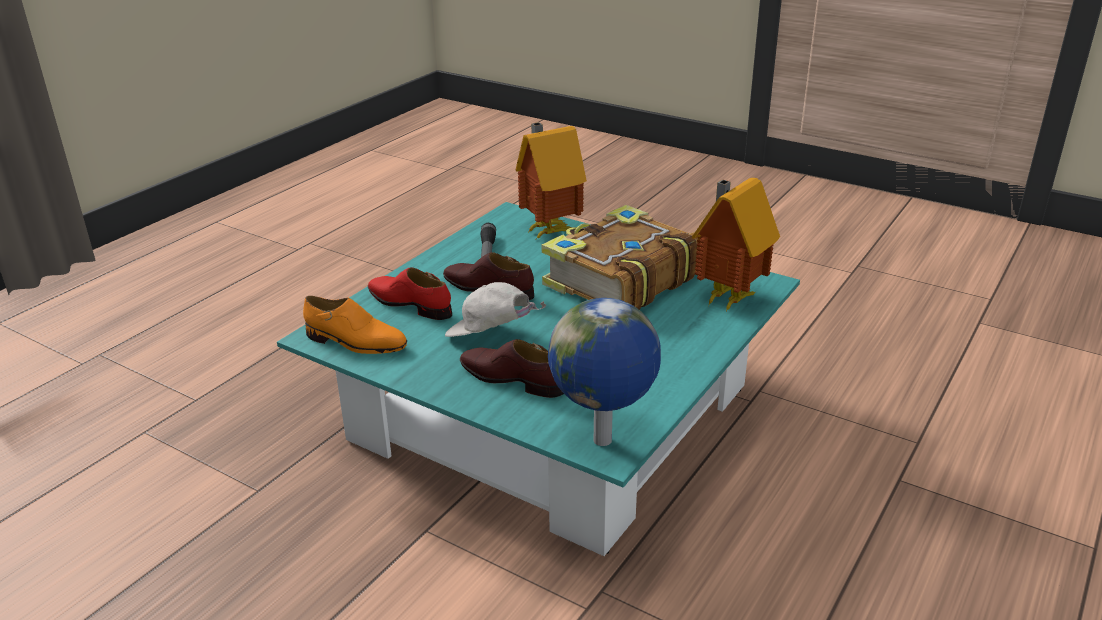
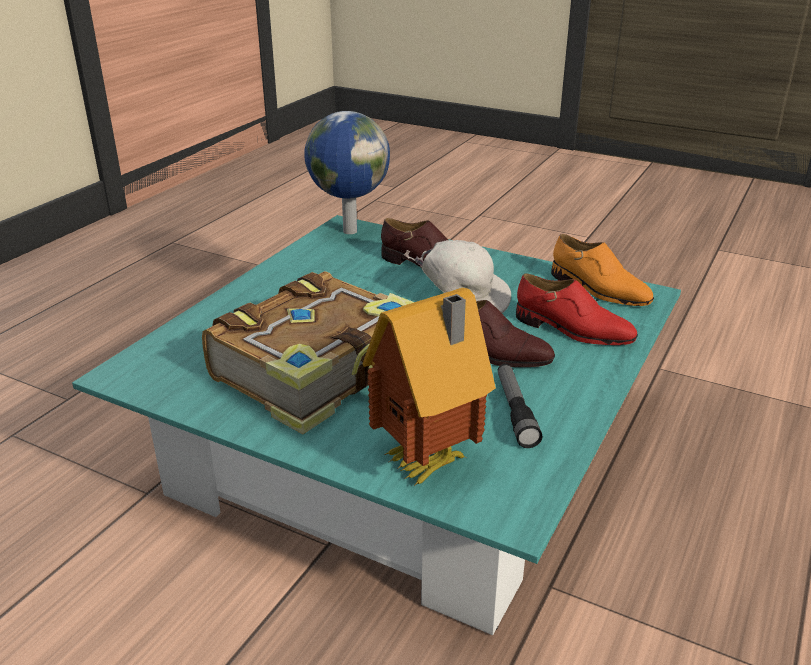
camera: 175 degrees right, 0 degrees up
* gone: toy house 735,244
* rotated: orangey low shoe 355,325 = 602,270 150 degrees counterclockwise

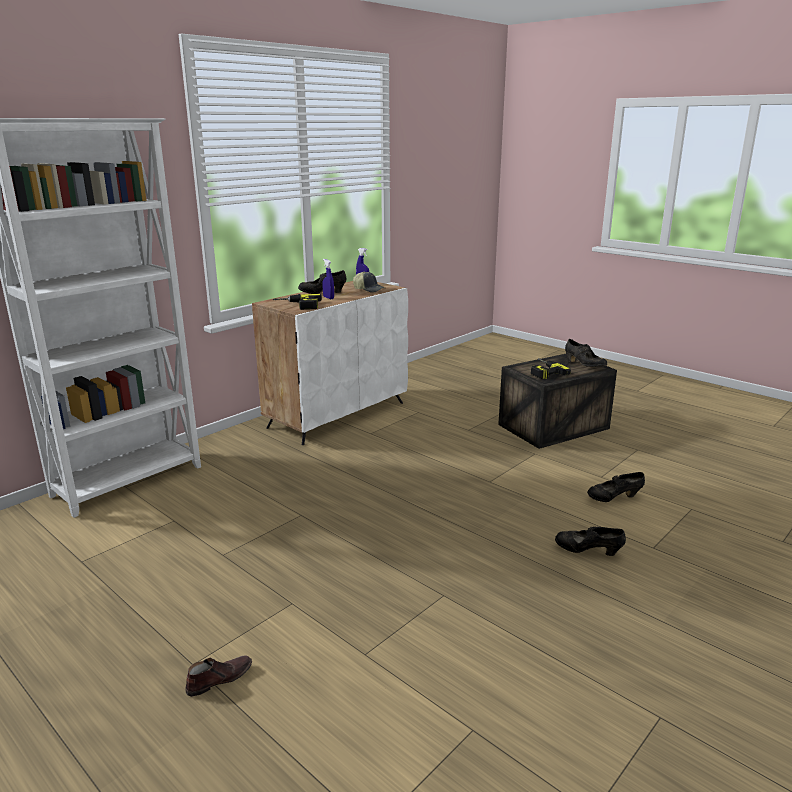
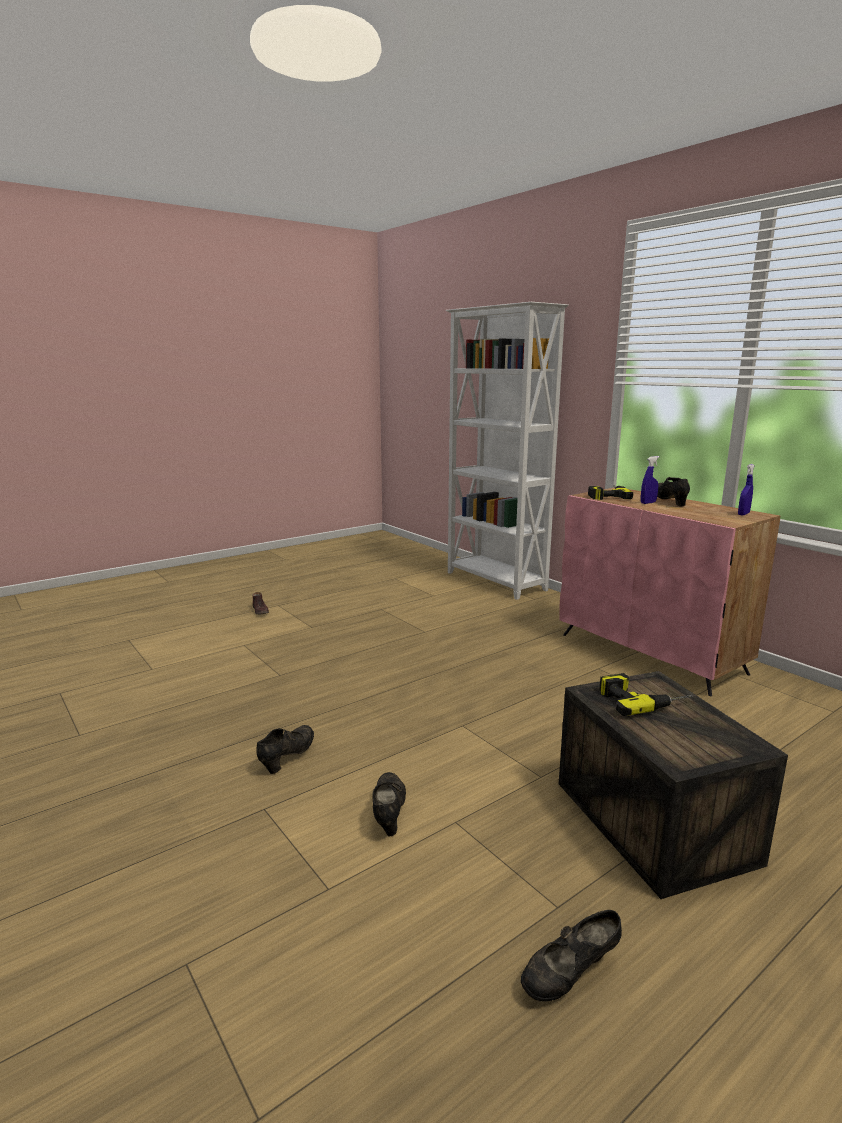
camera: 100 degrees right, 5 degrees down
* gone: baseball cap 369,282
* repainted: whitish storage cabinet 330,363 to pink storage cabinet 669,591
* shifted: black-coloured low shoe 586,353 to 571,956

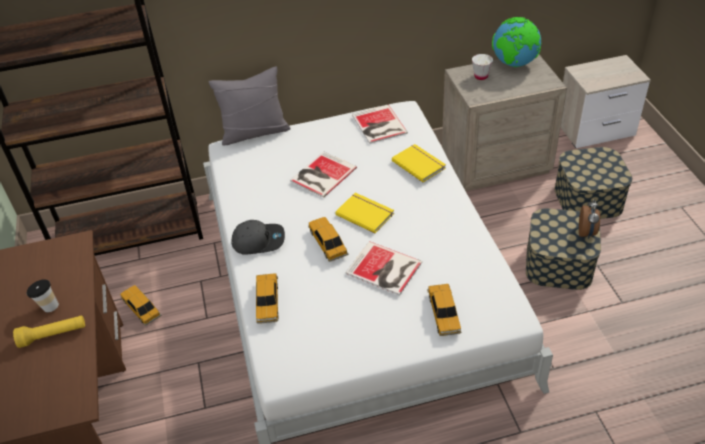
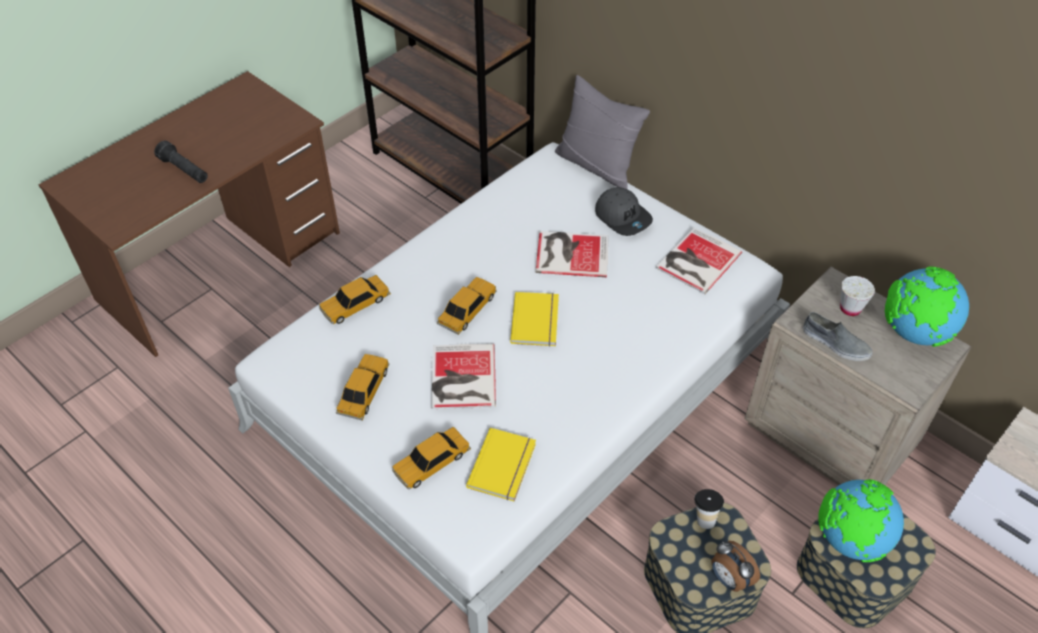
camera: 55 degrees right, 5 degrees up
* shifted: yellow-coloured volume 419,163 to 501,464
* rotated: alarm clock 589,219 = 735,566 75 degrees clockwise
* shifted: gray baseball cap 258,237 to 624,211
* shifted: small cup 43,296 to 709,509
* shifted: toy car 141,305 to 362,387
* repainted: yellow-coloured hand torch 49,331 to black-coloured hand torch 181,162
* new: gray low shoe 838,336
* new: world globe 861,520

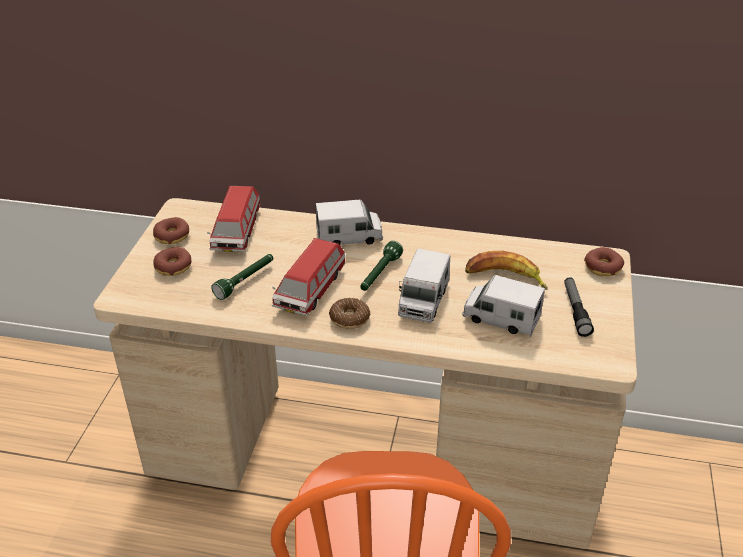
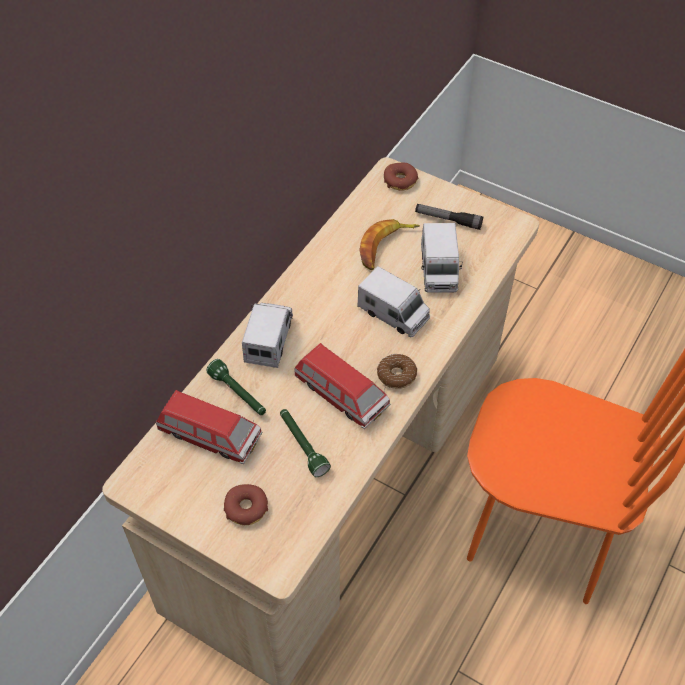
camera: 70 degrees left, 15 degrees up
* gone: donut 171,230
* shifted: green-coloured hand torch 381,266 to 236,387
* rotated: toy truck 503,306 = 441,258 45 degrees counterclockwise

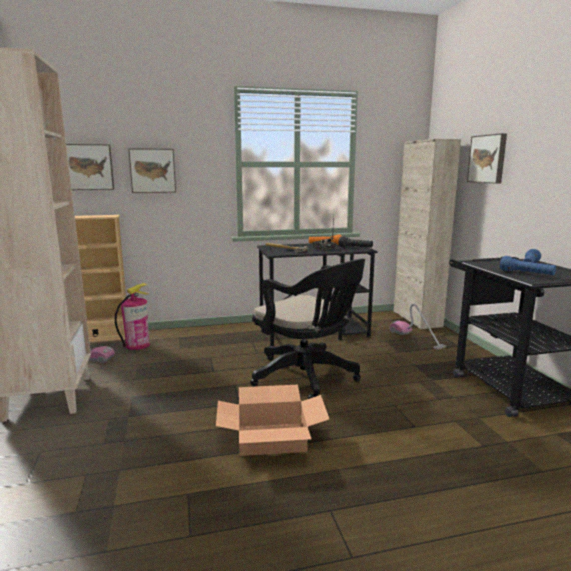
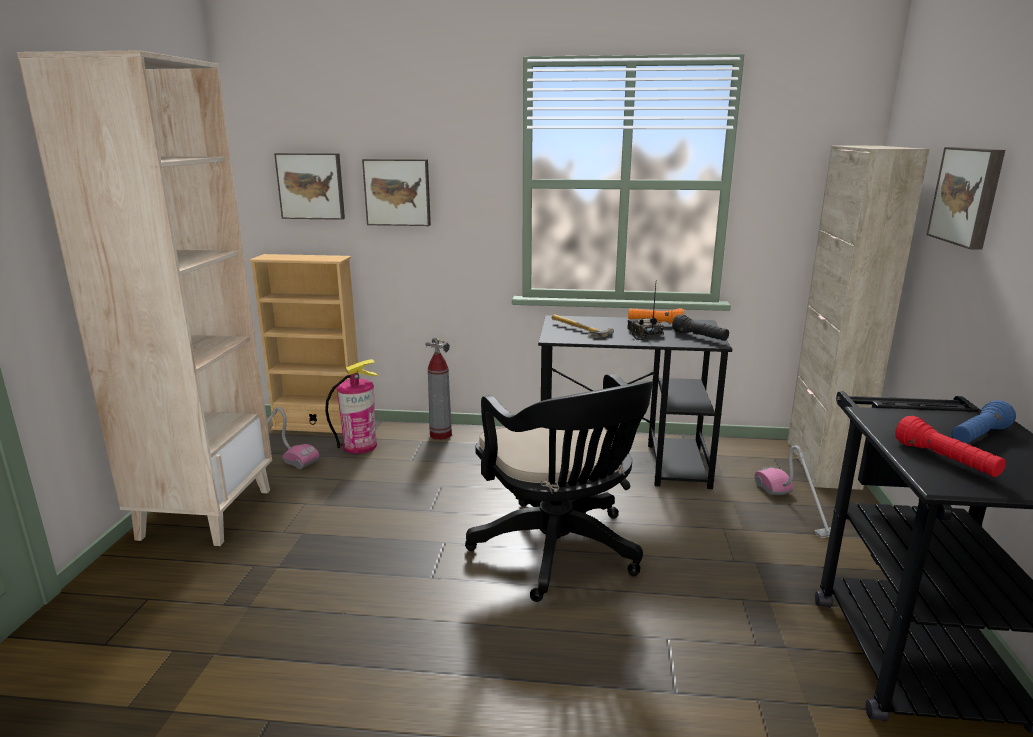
camera: 20 degrees right, 5 degrees up
* repainted: blue hand torch 528,265 to reddish hand torch 950,446
* gone: packing box 272,420
* new: fire-fighting cylinder 438,388

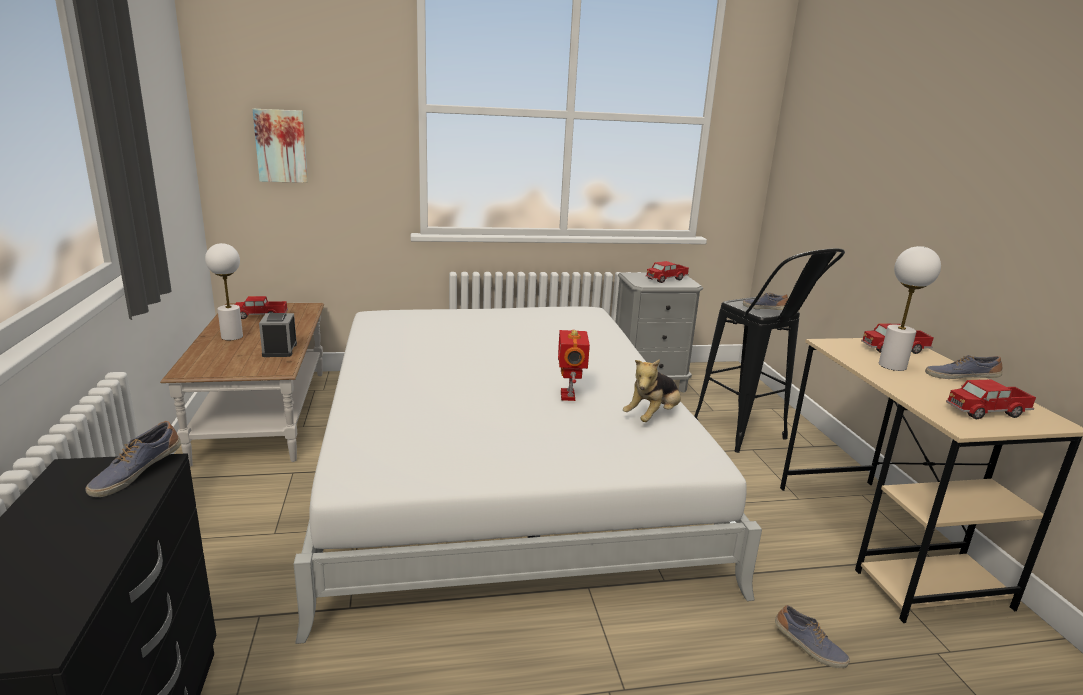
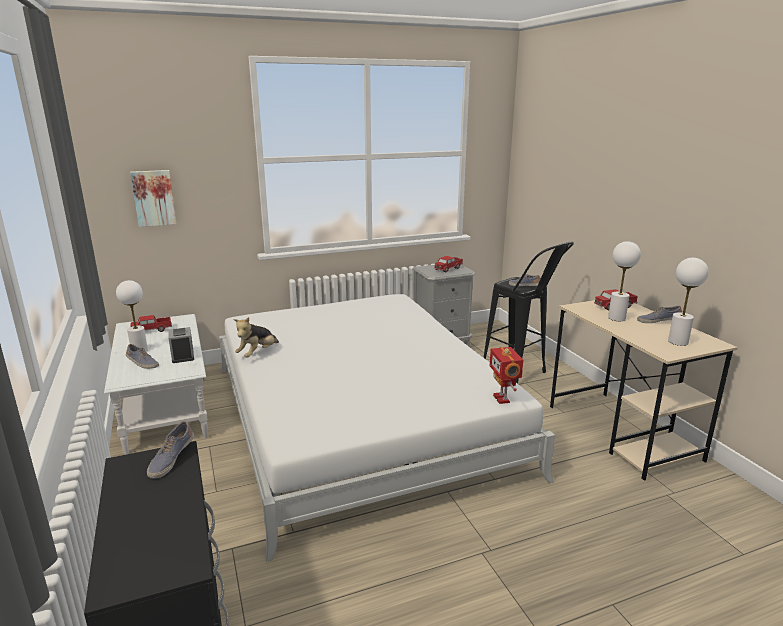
camera: 10 degrees left, 0 degrees up
* repainted: brown-coloured coffee table 242,385 to whitish coffee table 156,384
* shifted: toy robot 574,365 to 506,375
* shifted: soft toy 652,390 to 256,337
* swapped: toy truck 991,399 to whitish table lamp 688,302
* shifted: low shoe 812,636 to 142,356

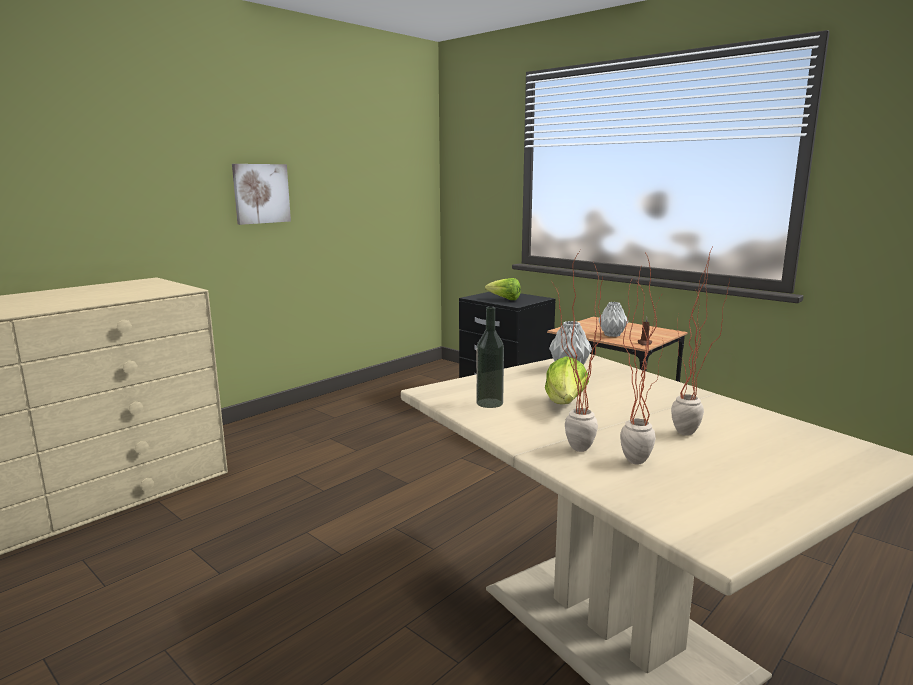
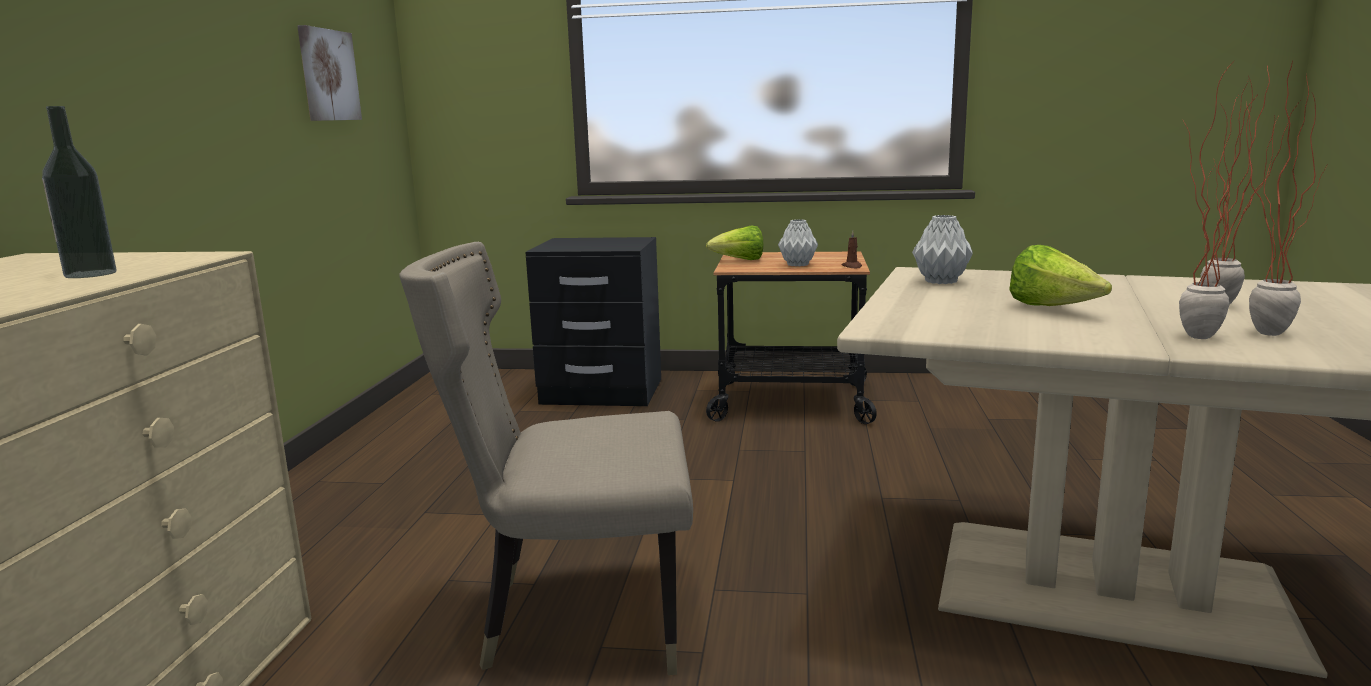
camera: 35 degrees left, 0 degrees up
* shifted: picture 261,194 to 329,73
* shifted: head of lettuce 503,289 to 734,242
* shifted: bottle 490,357 to 79,192
* new: beige-coloured chair 546,458

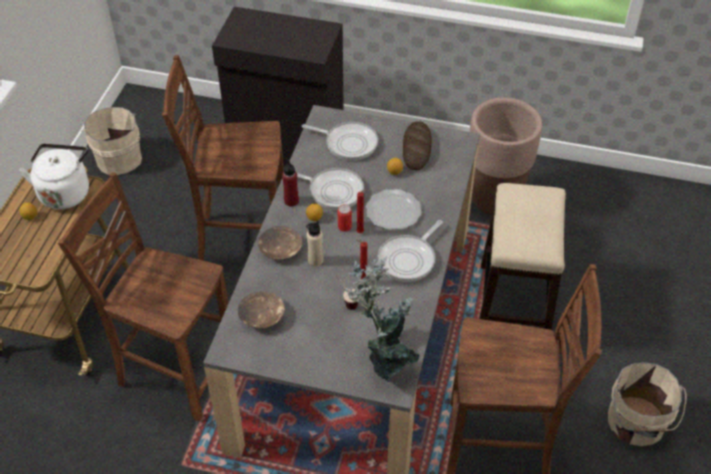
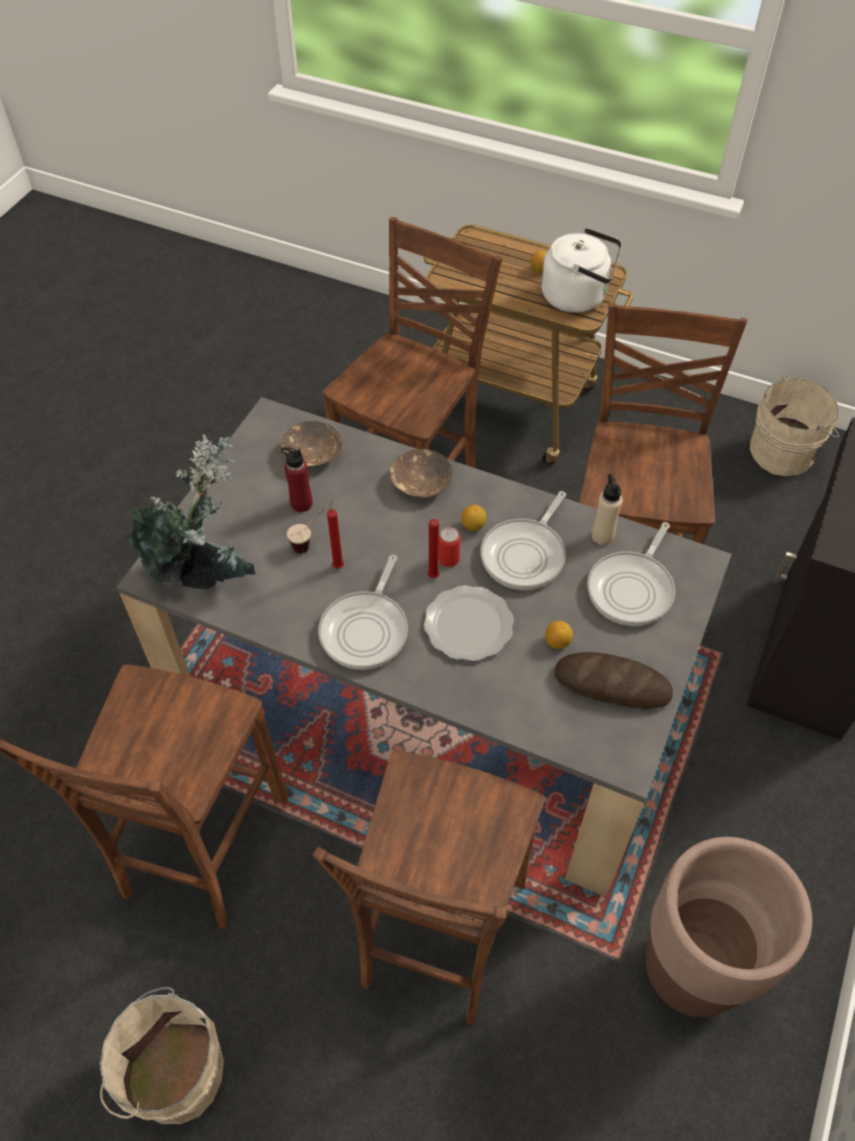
camera: 100 degrees right, 5 degrees up
* shifted: reddish bottle 290,183 to 296,479
* swapped: stool 522,256 to brown-coloured chair 429,887
* shifted: beige-coloured bottle 315,243 to 607,509
* rotated: pan 410,251 = 363,612 120 degrees counterclockwise

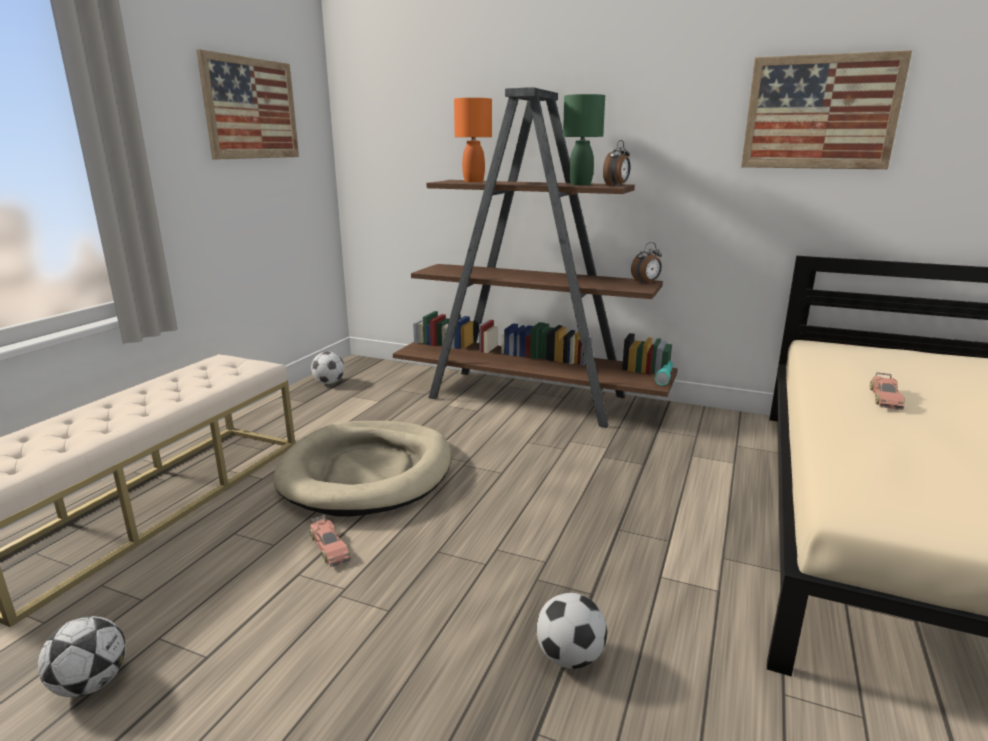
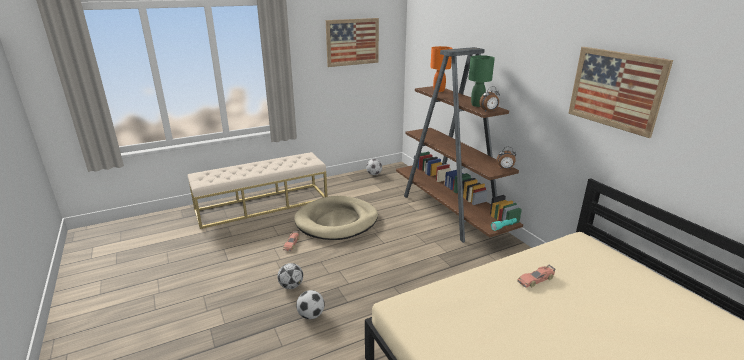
camera: 40 degrees right, 5 degrees up
* shifted: football 82,656 to 290,276

